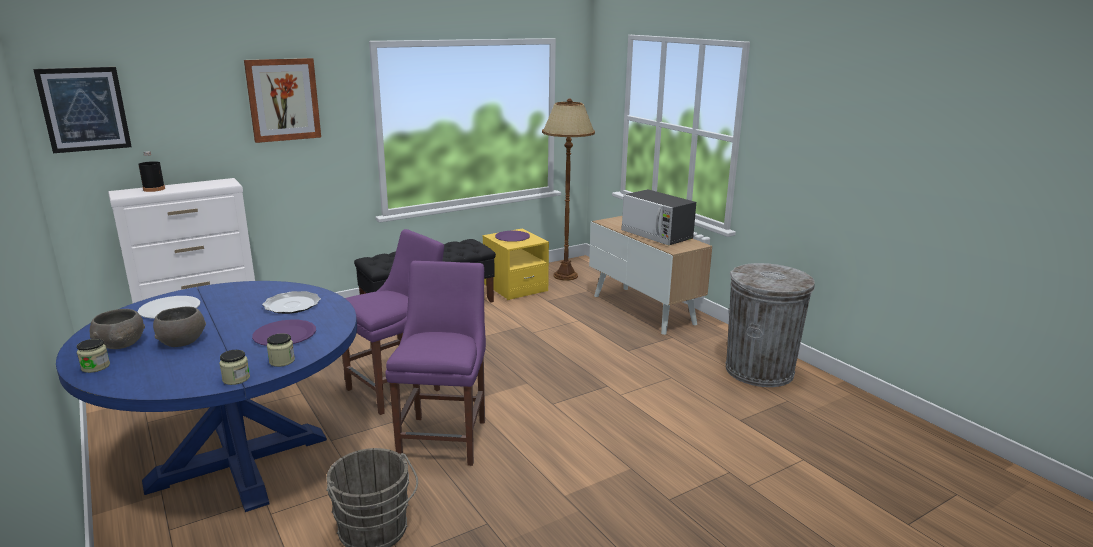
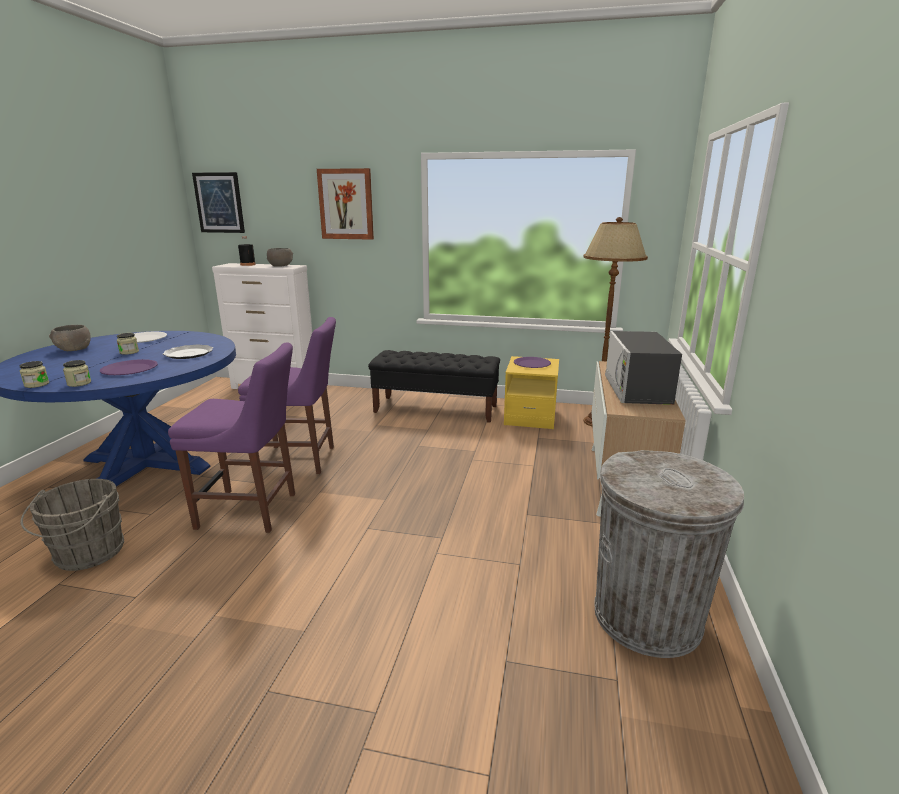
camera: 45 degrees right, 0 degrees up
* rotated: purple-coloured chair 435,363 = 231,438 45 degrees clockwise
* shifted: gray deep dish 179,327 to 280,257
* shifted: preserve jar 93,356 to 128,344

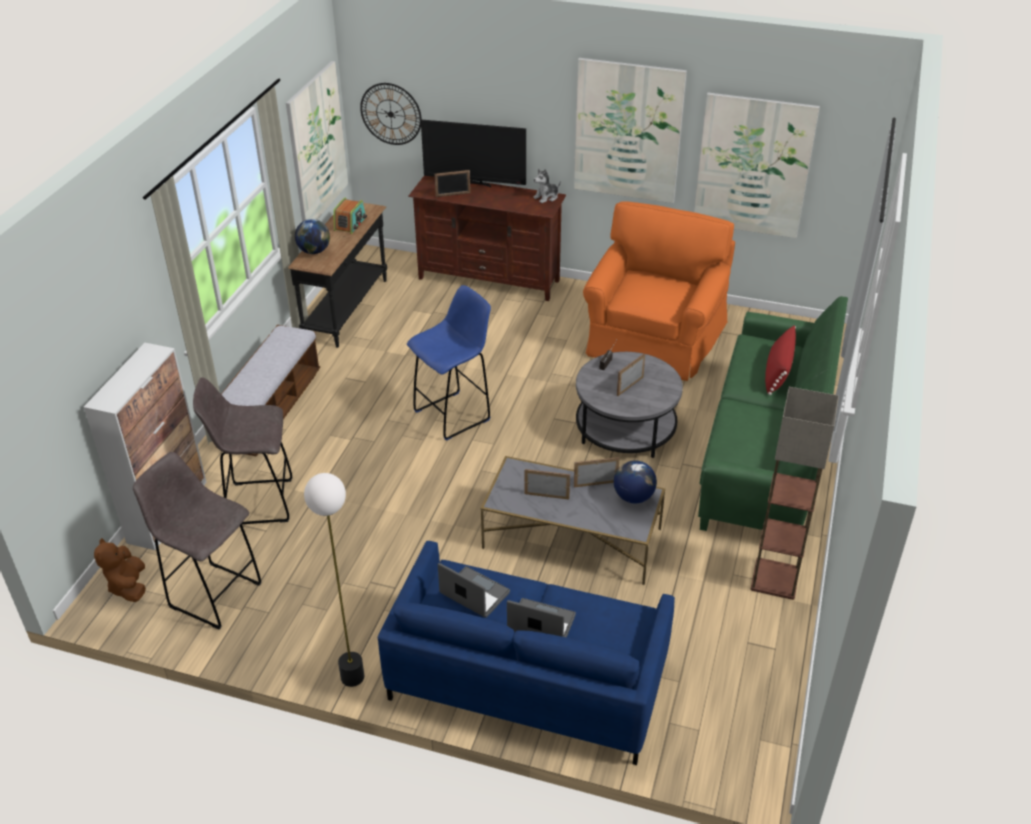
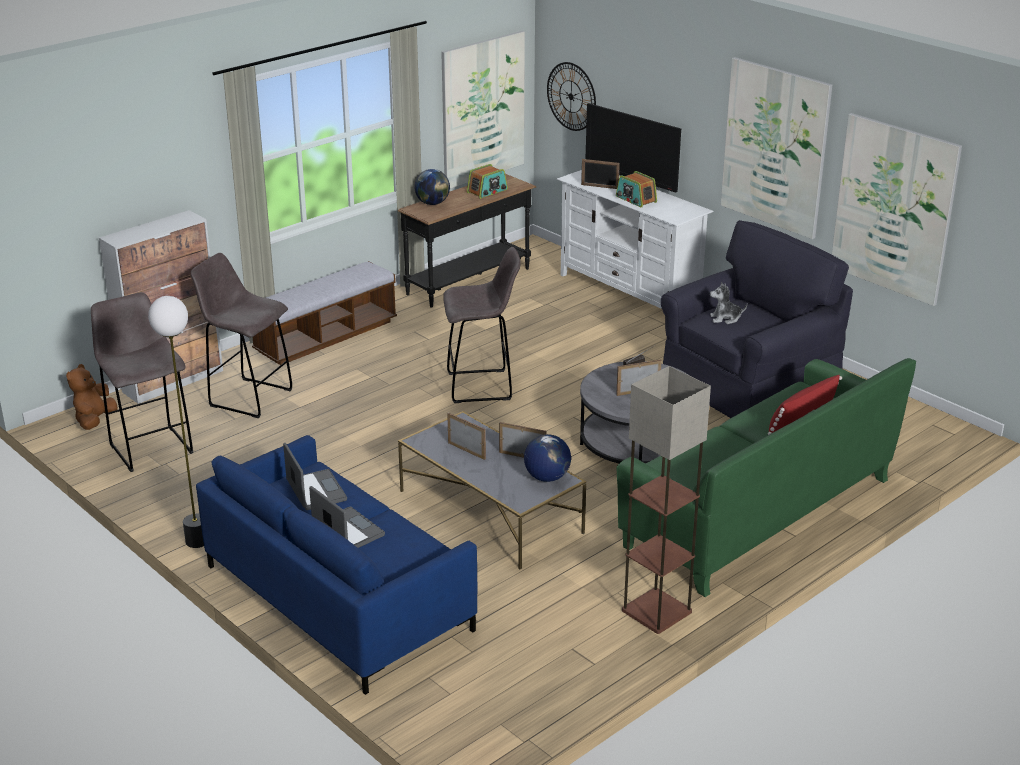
camera: 30 degrees right, 10 degrees down
* shifted: soft toy 547,185 to 728,303
* repainted: brown-coloured media console 487,238 to whitish media console 635,239
* repainted: orangey lounge chair 659,291 to black-coloured lounge chair 757,319
* repainted: blue stool 449,363 to gray stool 482,325
* new: radio receiver 636,189

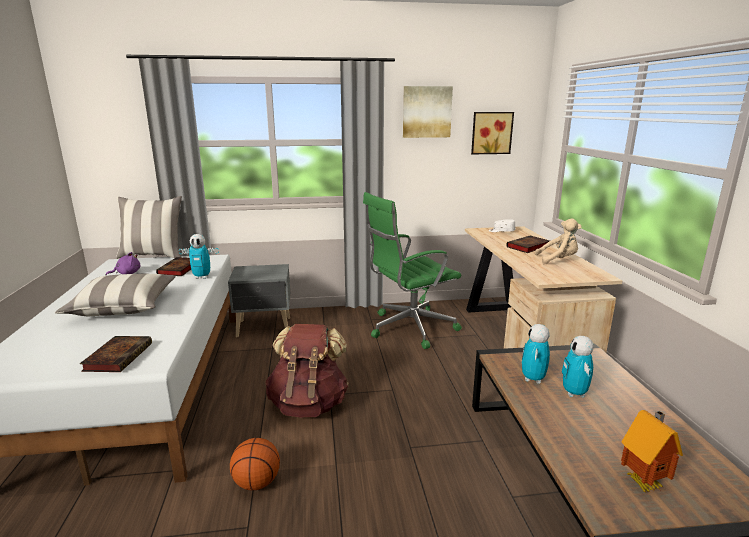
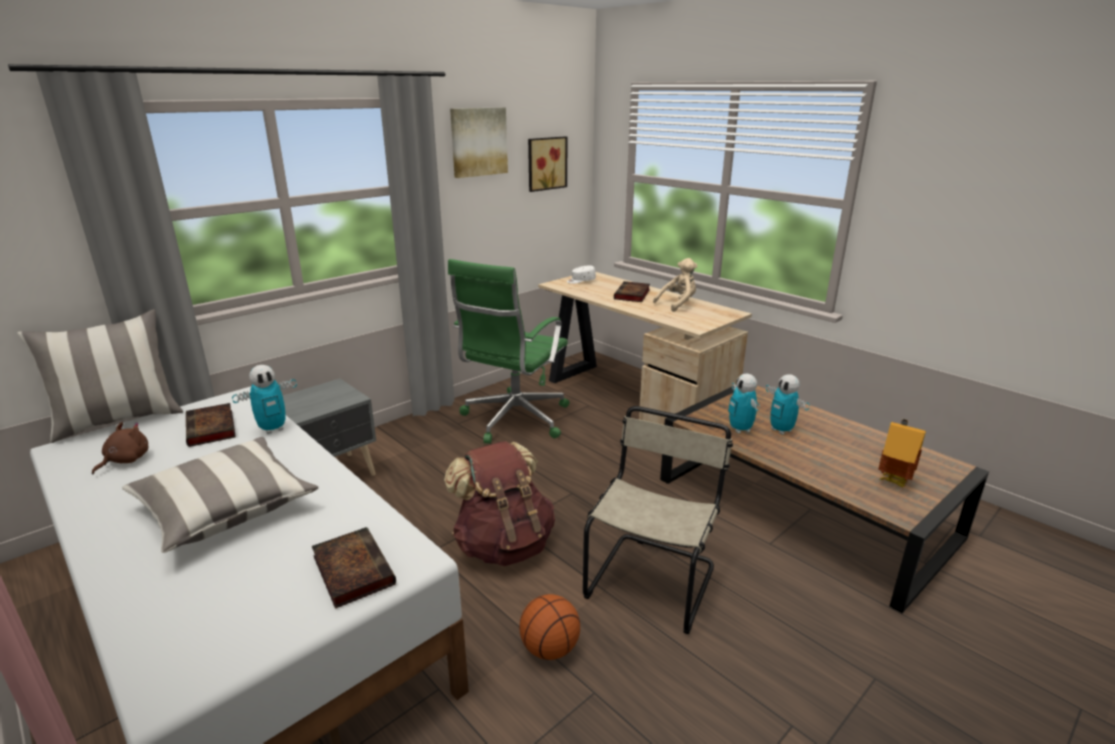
camera: 35 degrees left, 5 degrees up
* repainted: purple-coloured soft toy 123,264 to brown-coloured soft toy 120,448
* new: beige-coloured chair 658,520

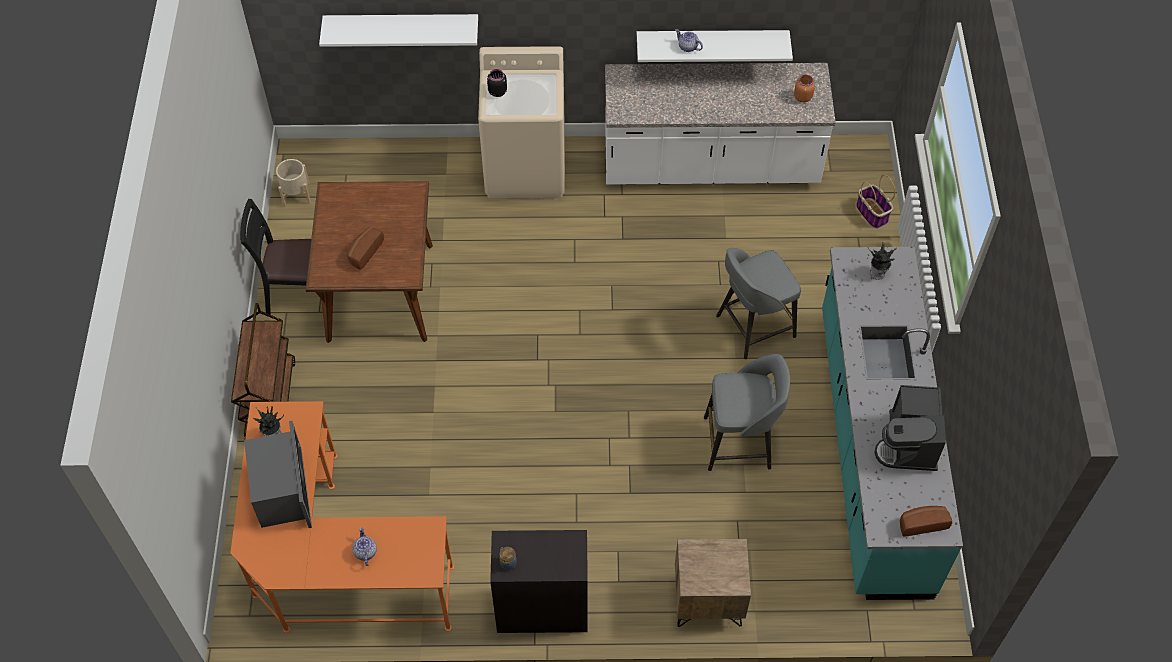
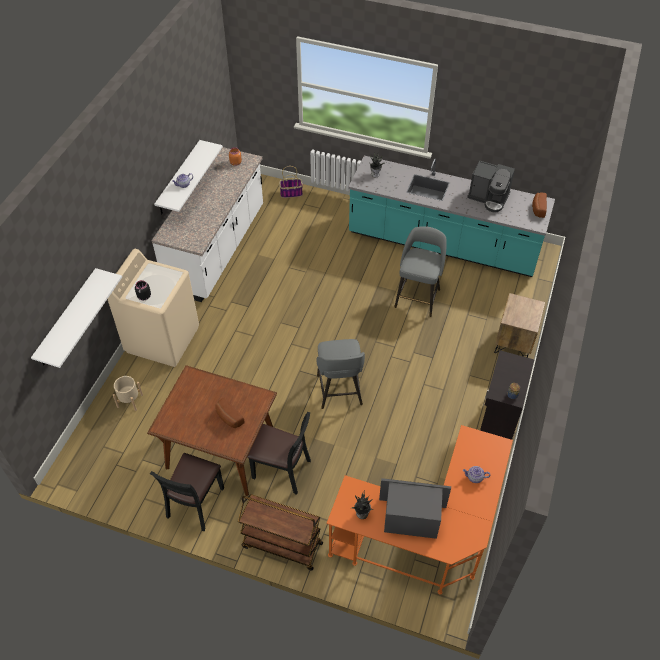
camera: 70 degrees left, 5 degrees down
* shifted: beige-coloured plant pot 293,183 to 128,393
* shifted: gray stool 758,303 to 340,374
* new: black-coloured chair 279,453

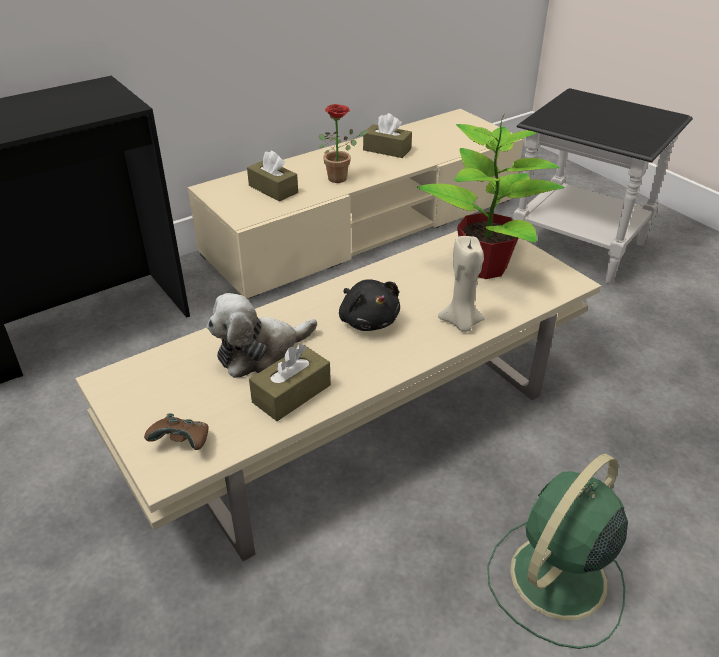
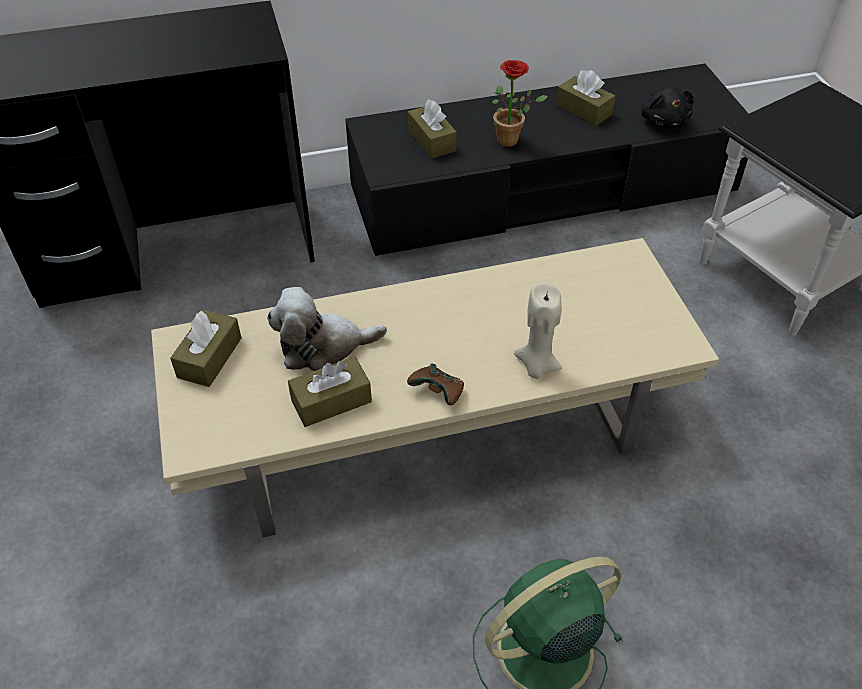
camera: 20 degrees right, 10 degrees up
* repainted: beige-coloured media console 355,204 to black-coloured media console 547,160
* gone: houseplant 491,196
* shifted: black-coloured soft toy 369,305 to 667,107
* shifted: brown-coloured game controller 176,431 to 435,384
* new: brown-coloured tissue holder 205,348

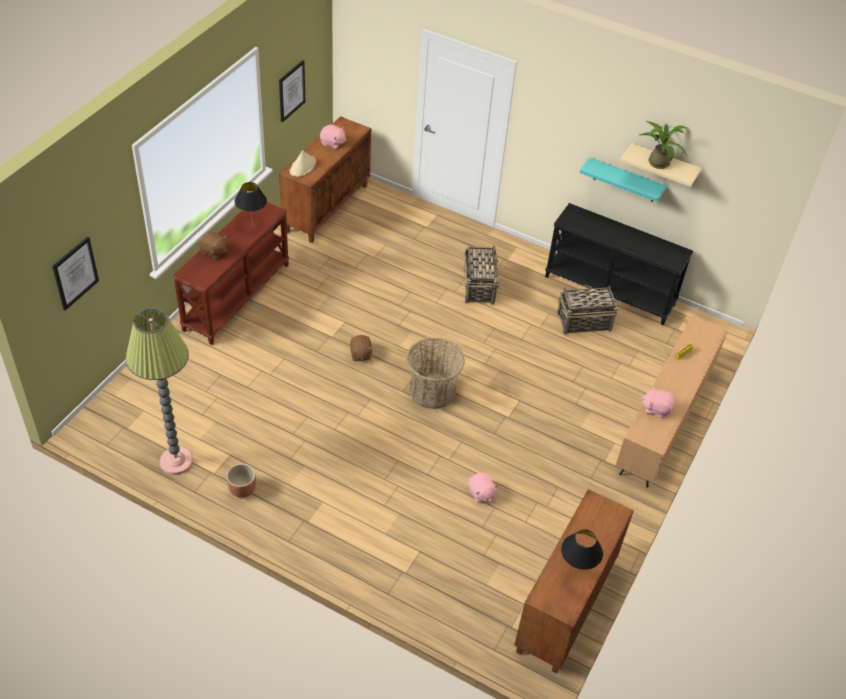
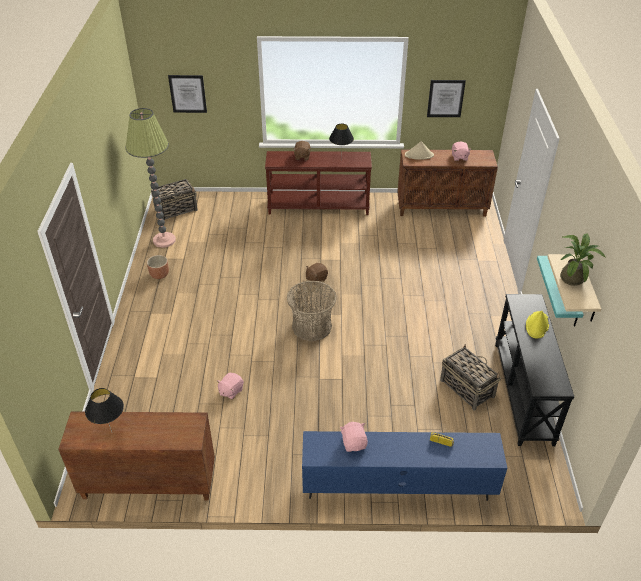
camera: 65 degrees right, 5 degrees down
* shifted: household basket 482,275 to 174,199
* repainted: brown-coloured media console 672,402 to blue media console 404,466
* new: yellow-coloured hat 537,324

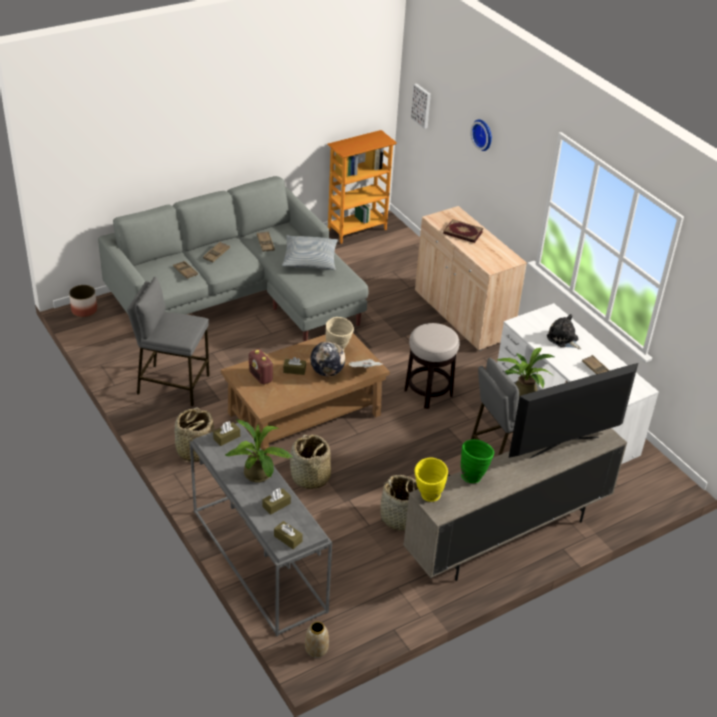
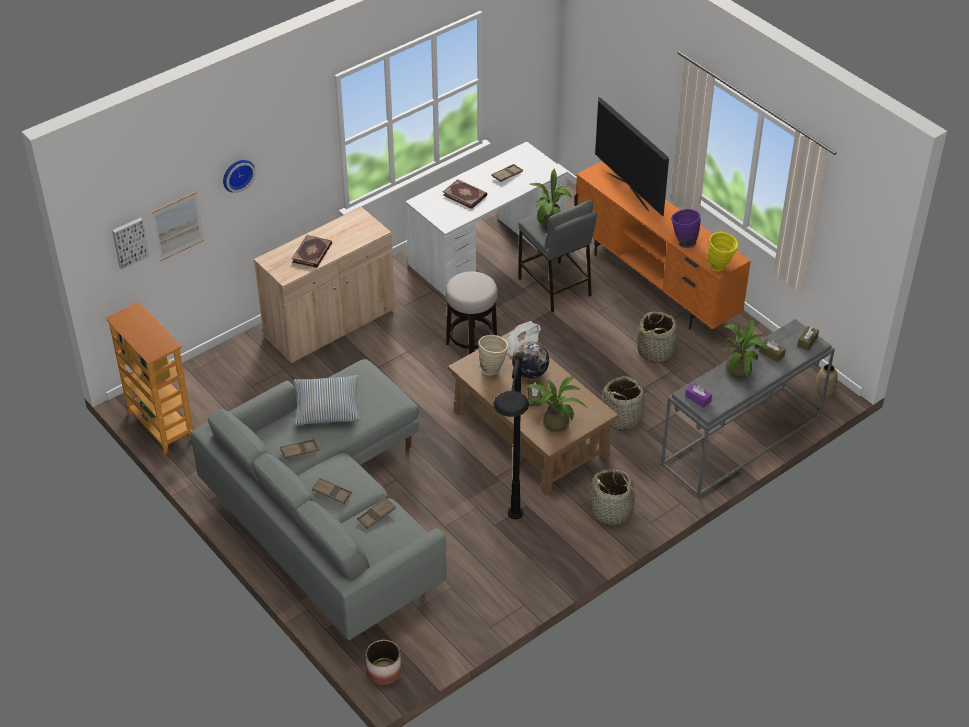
camera: 95 degrees left, 5 degrees up
* swapped: gray stool 168,341 to black-coloured standing lamp 511,435
* swapped: soft toy 564,331 to volume 465,194
* swapped: radio receiver 261,367 to houseplant 556,404
* repainted: brown-coloured tissue holder 226,433 to purple-coloured tissue holder 698,395
* repainted: beige-coloured media console 515,504 to orangey media console 662,245
* repainted: green-coloured decorative vase 477,461 to purple-coloured decorative vase 686,228
* new: picture 178,226

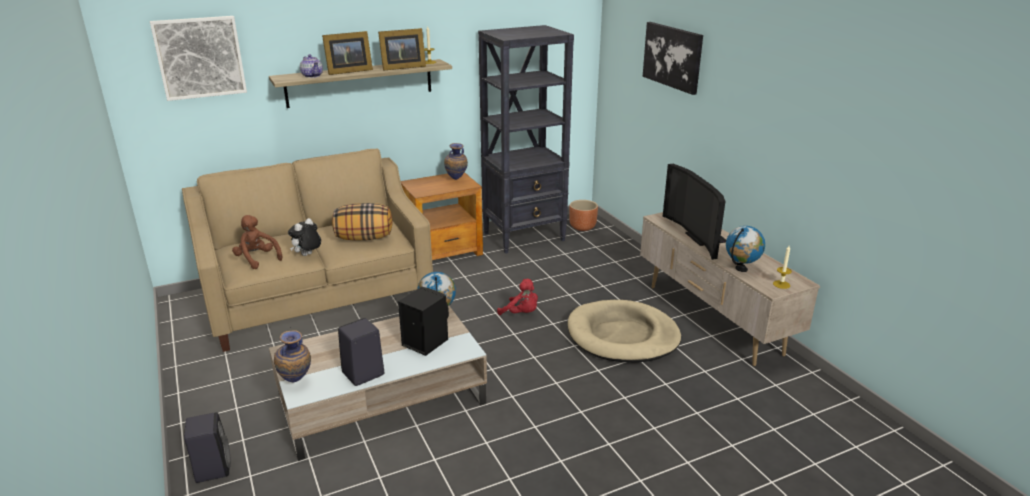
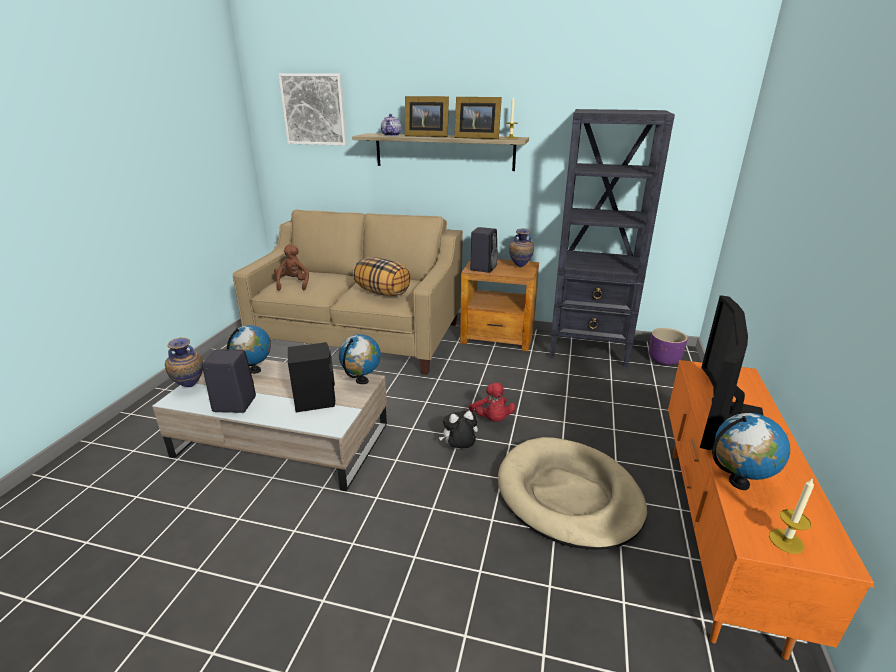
camera: 40 degrees right, 0 degrees up
* gone: picture 673,58
* repainted: brown-coloured plant pot 583,215 to purple-coloured plant pot 668,347
* repainted: beige-coloured media console 730,289 to orangey media console 771,510
* shifted: soft toy 304,237 to 458,430
* shifted: black-coloured speaker 207,447 to 484,250
* new: world globe 249,349

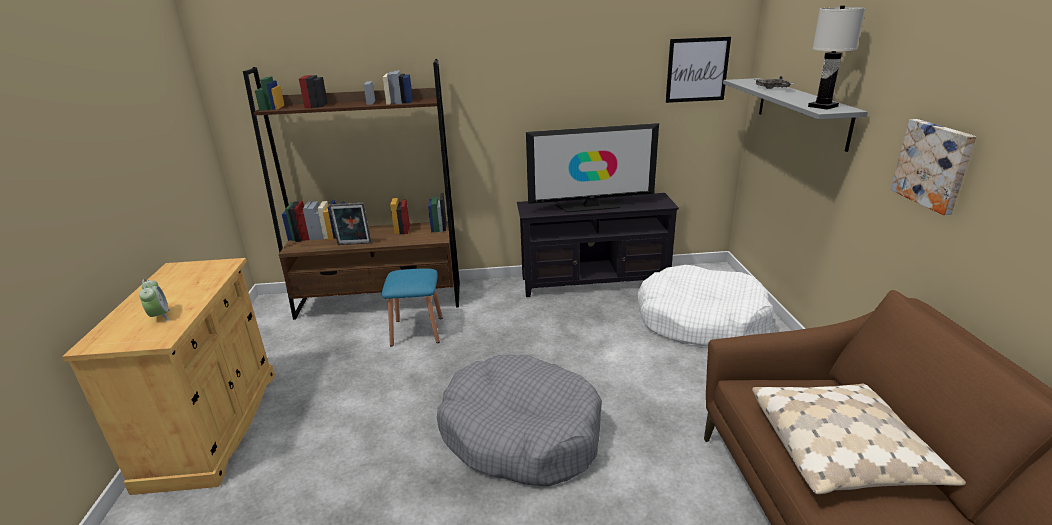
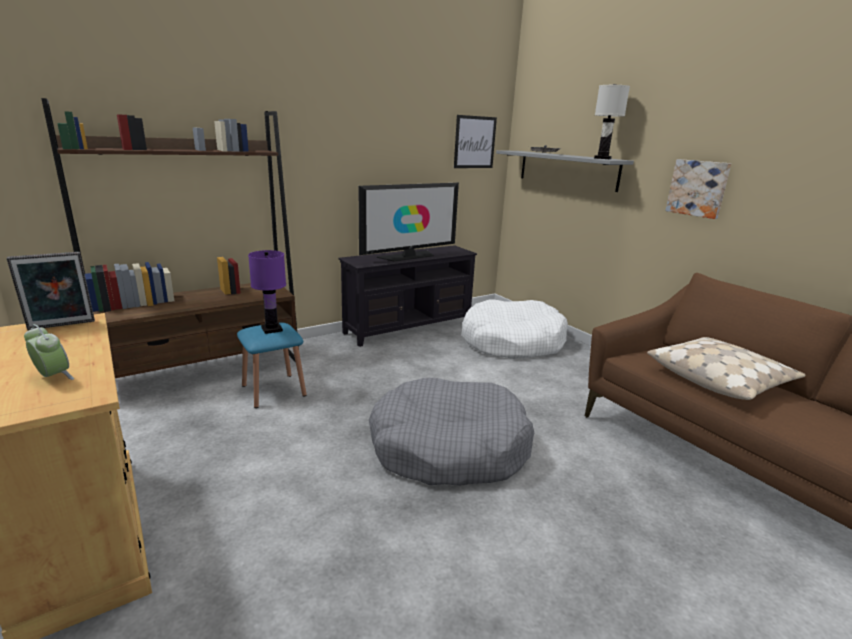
camera: 30 degrees left, 5 degrees down
* shifted: photo frame 349,224 to 51,291
* new: purple-coloured table lamp 267,292

